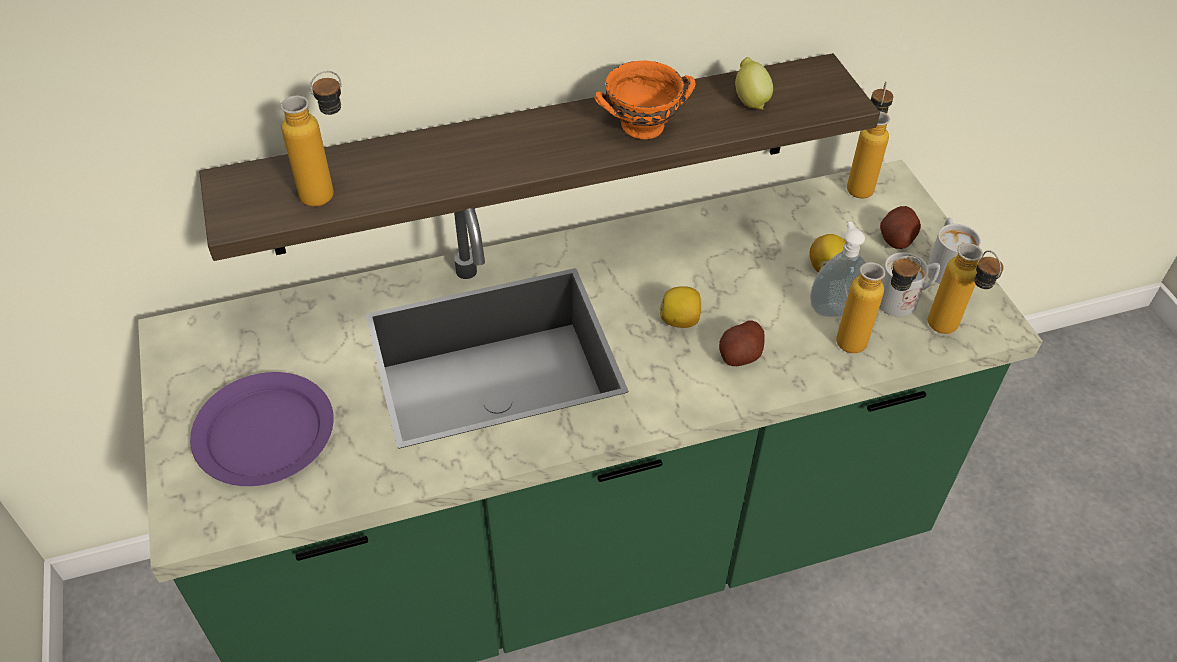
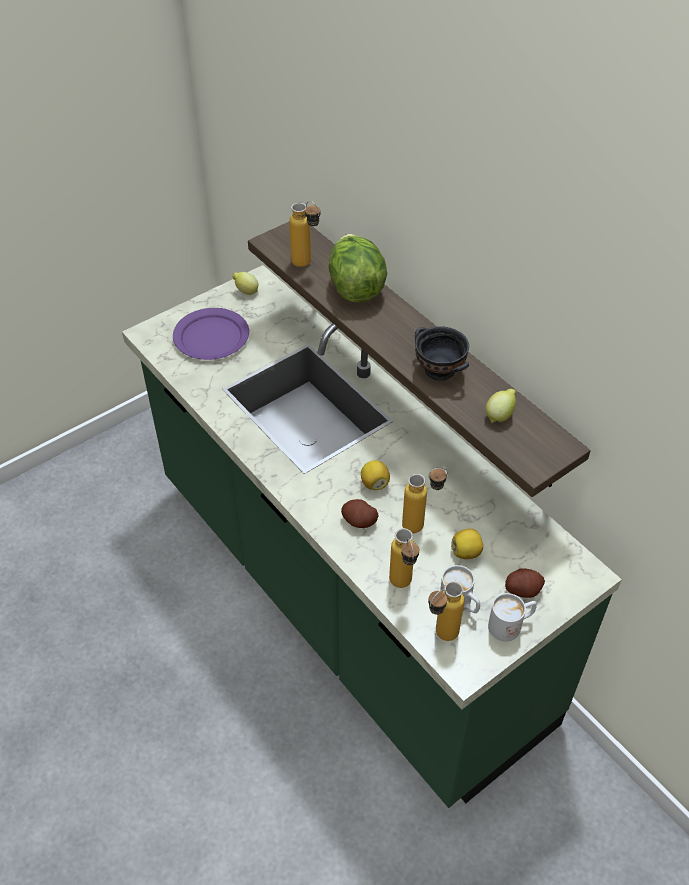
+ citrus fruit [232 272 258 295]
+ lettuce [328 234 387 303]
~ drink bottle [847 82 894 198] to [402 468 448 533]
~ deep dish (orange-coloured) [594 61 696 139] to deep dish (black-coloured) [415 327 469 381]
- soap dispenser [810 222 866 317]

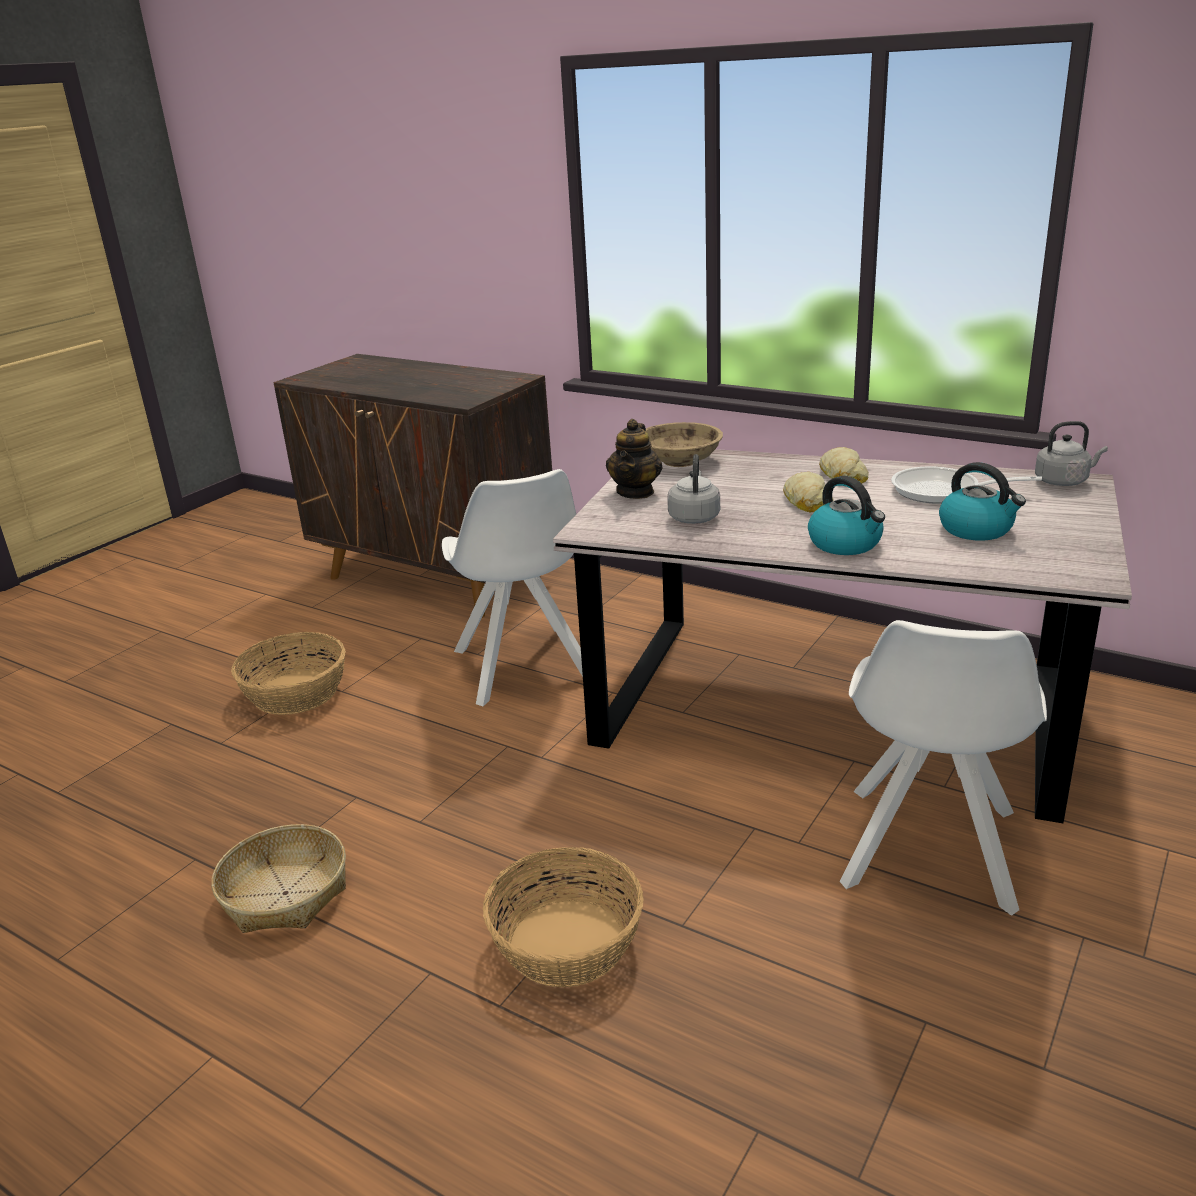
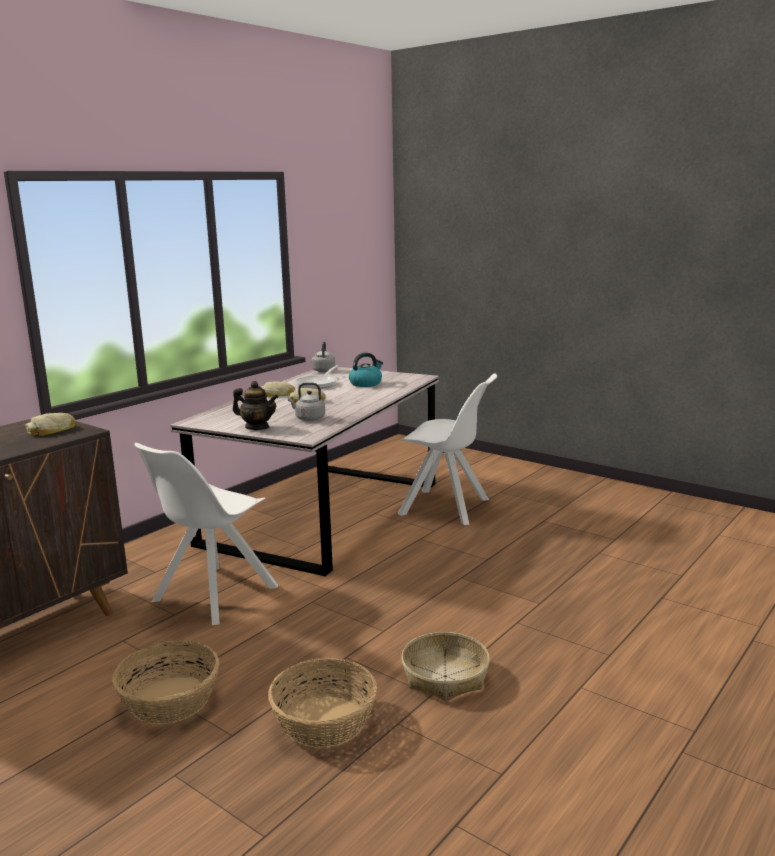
+ baked bread [26 413 76 436]
~ chair (white-coloured) [442 469 583 706] = [134 443 278 625] 135 degrees clockwise
~ storage basket [483 847 644 988] to [268 657 377 748]
- deep dish (sand-coloured) [646 422 723 467]
- water kettle [808 476 885 555]

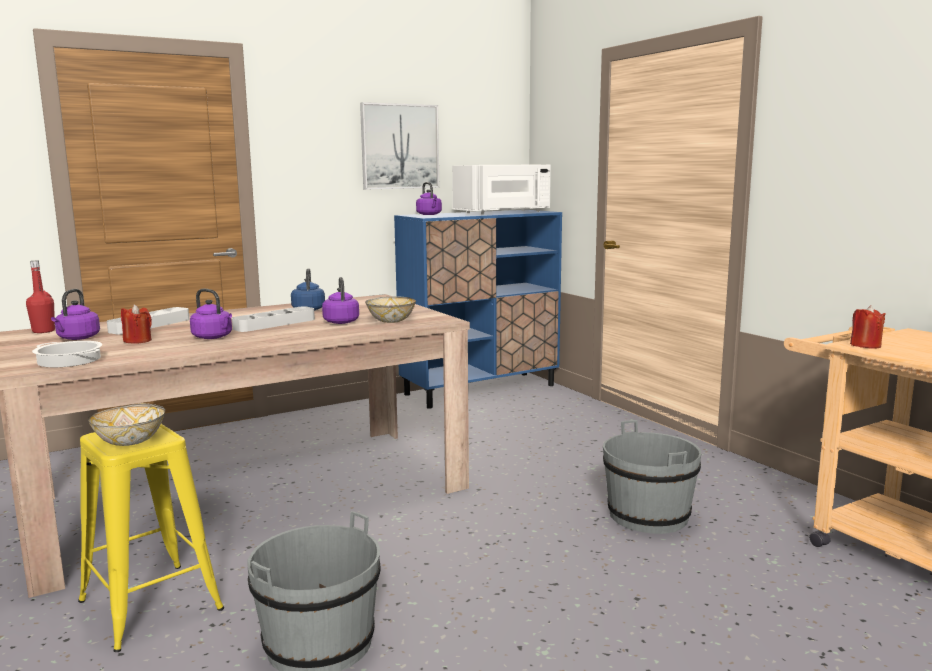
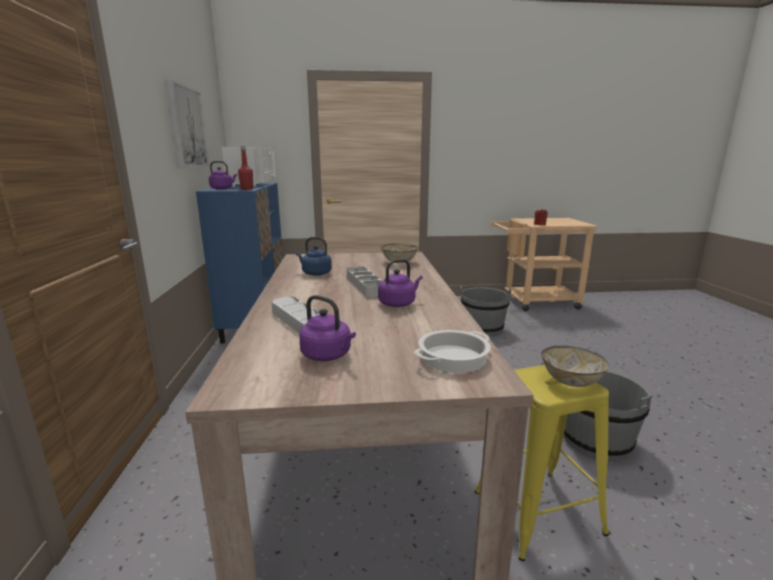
~ drink bottle (reddish) [26 261 55 333] to [238 146 253 190]
- wax light (reddish) [121 304 152 344]
- water kettle (purple-coloured) [322 277 359 324]

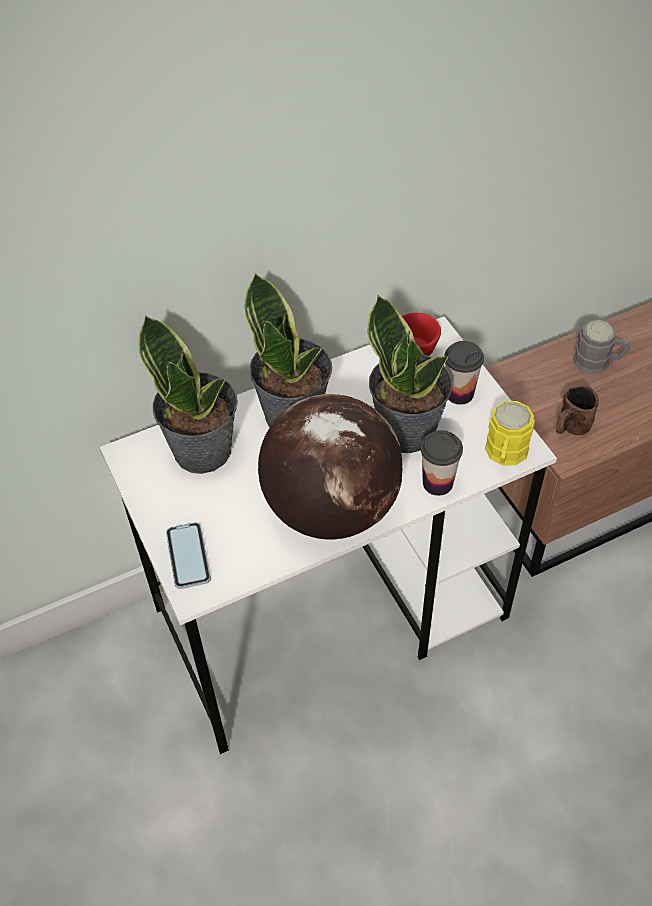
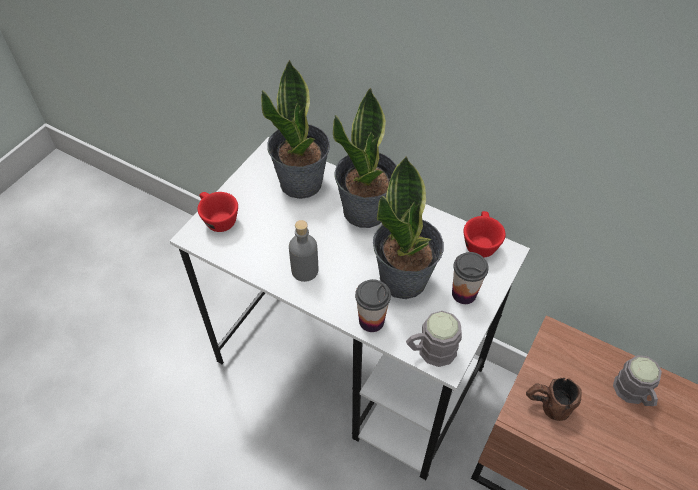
~ handset [166 522 211 589] to small cup (reddish) [198 192 238 232]
~ world globe [258 394 402 540] to drink bottle (grey) [289 220 318 282]
~ mug (yellowish) [485 401 535 465] to mug (grey) [406 311 462 367]

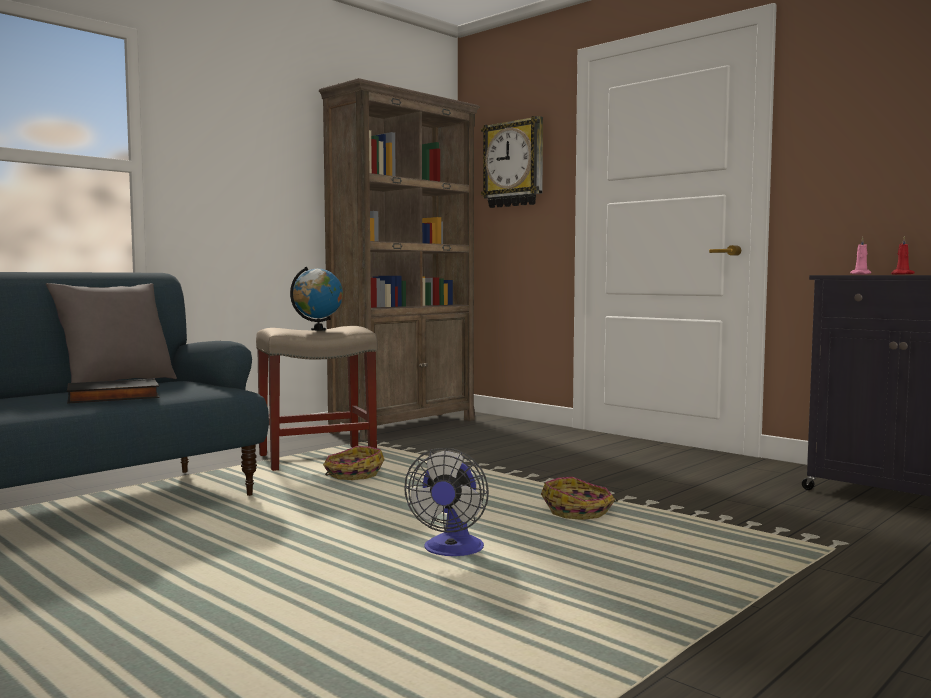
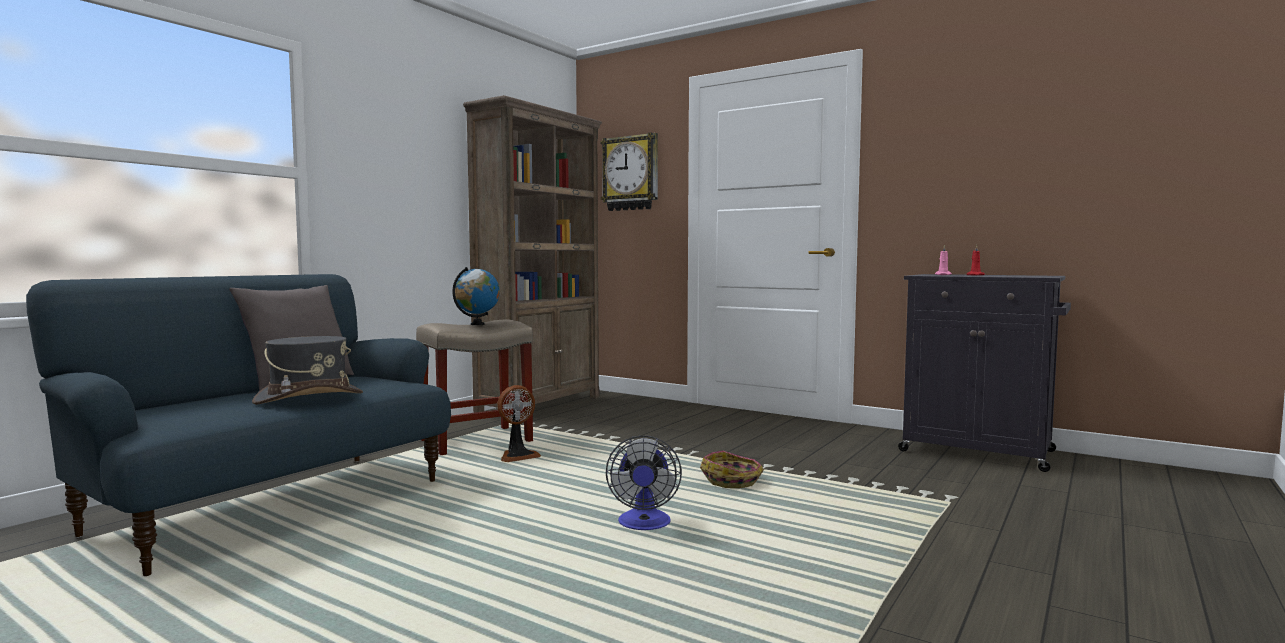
~ volume (black-coloured) [67 379 160 404] to hat (grey) [252 336 363 405]
~ storage basket [323 446 385 480] to cooling fan [497 385 541 462]

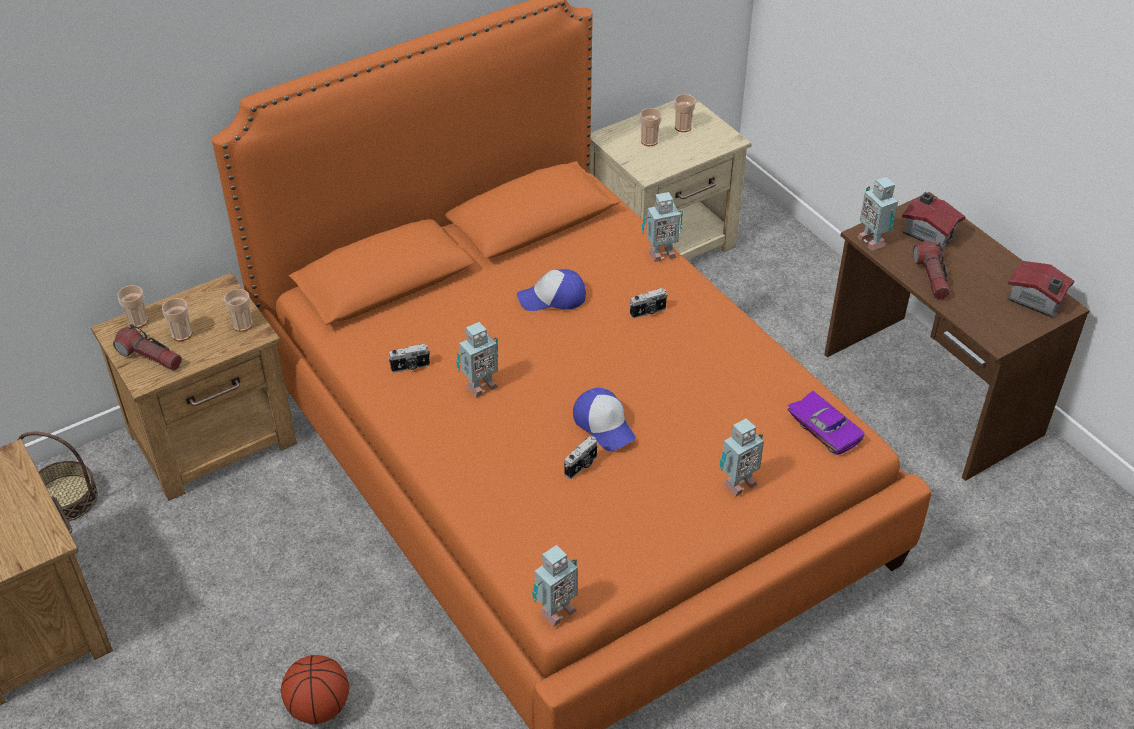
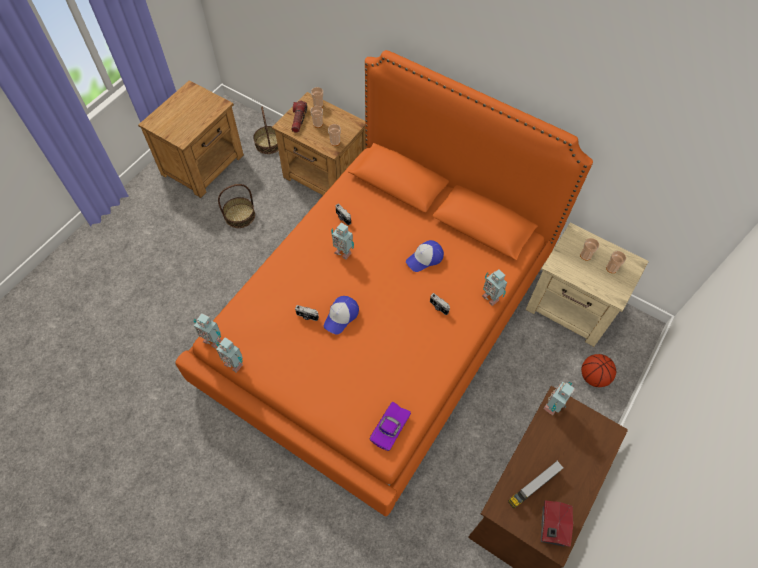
~ robot figure [720 418 764 497] to [216 337 243 373]
+ storage basket [218 184 255 228]
~ cap [517 269 586 311] = [406 240 444 272] 90 degrees counterclockwise
+ toy lorry [508 460 564 508]
~ basketball ball [281 655 349 724] to [581 354 616 387]
- toy house [902 192 966 250]
- hand torch [913 240 950 299]

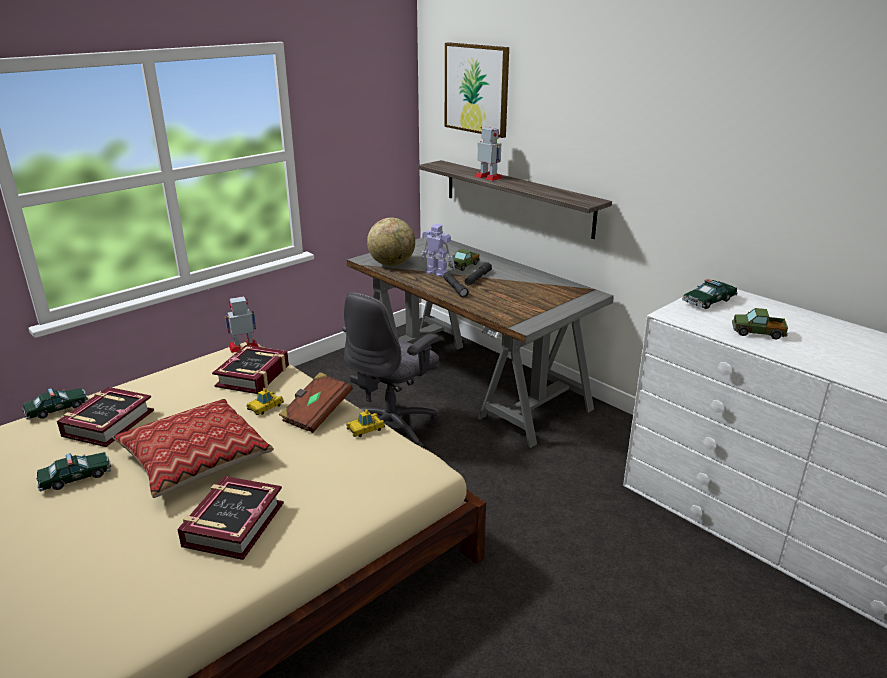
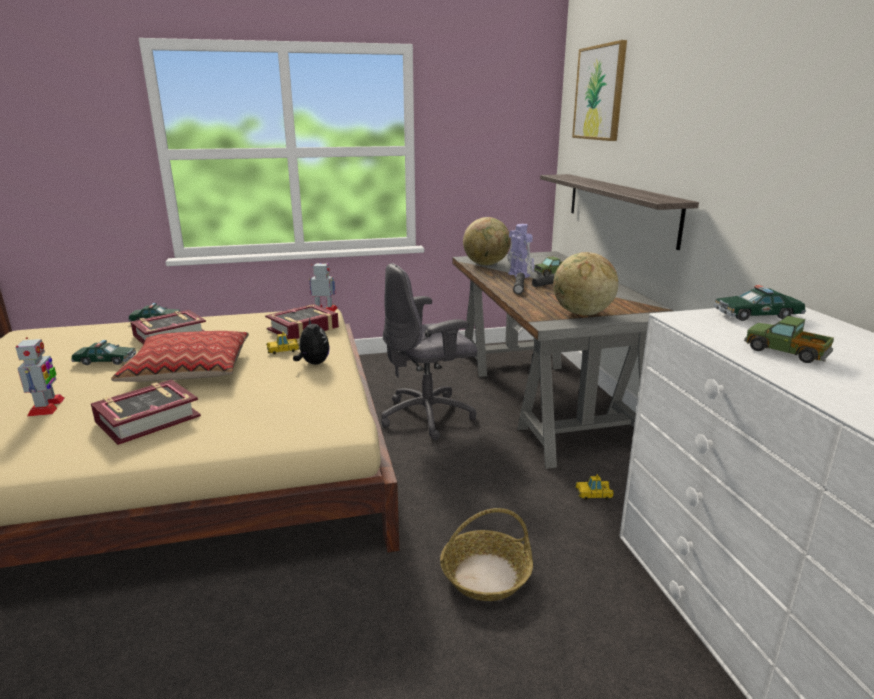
~ robot figure [475 127 503 181] to [16 337 65 416]
~ volume (brownish) [279 372 353 433] to soft toy [293 318 330 365]
+ storage basket [440 508 533 601]
+ world globe [553 252 618 316]
~ miniature car [346 409 385 437] to [575 474 614 500]

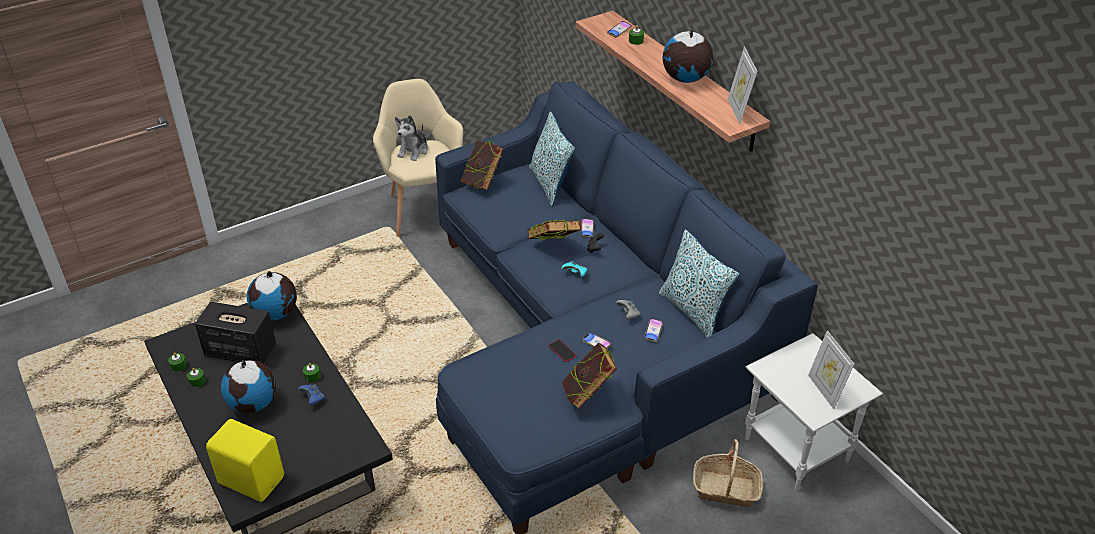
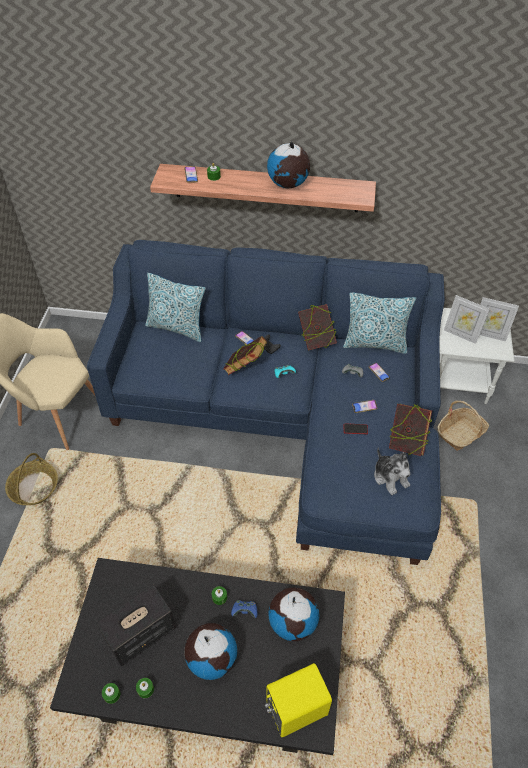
+ storage basket [5 453 58 505]
~ world globe [247 271 297 321] to [268 587 320 641]
~ volume [461 140 504 190] to [298 304 337 351]
~ soft toy [395 115 428 161] to [374 447 410 495]
~ photo frame [728 47 758 124] to [444 295 489 344]

